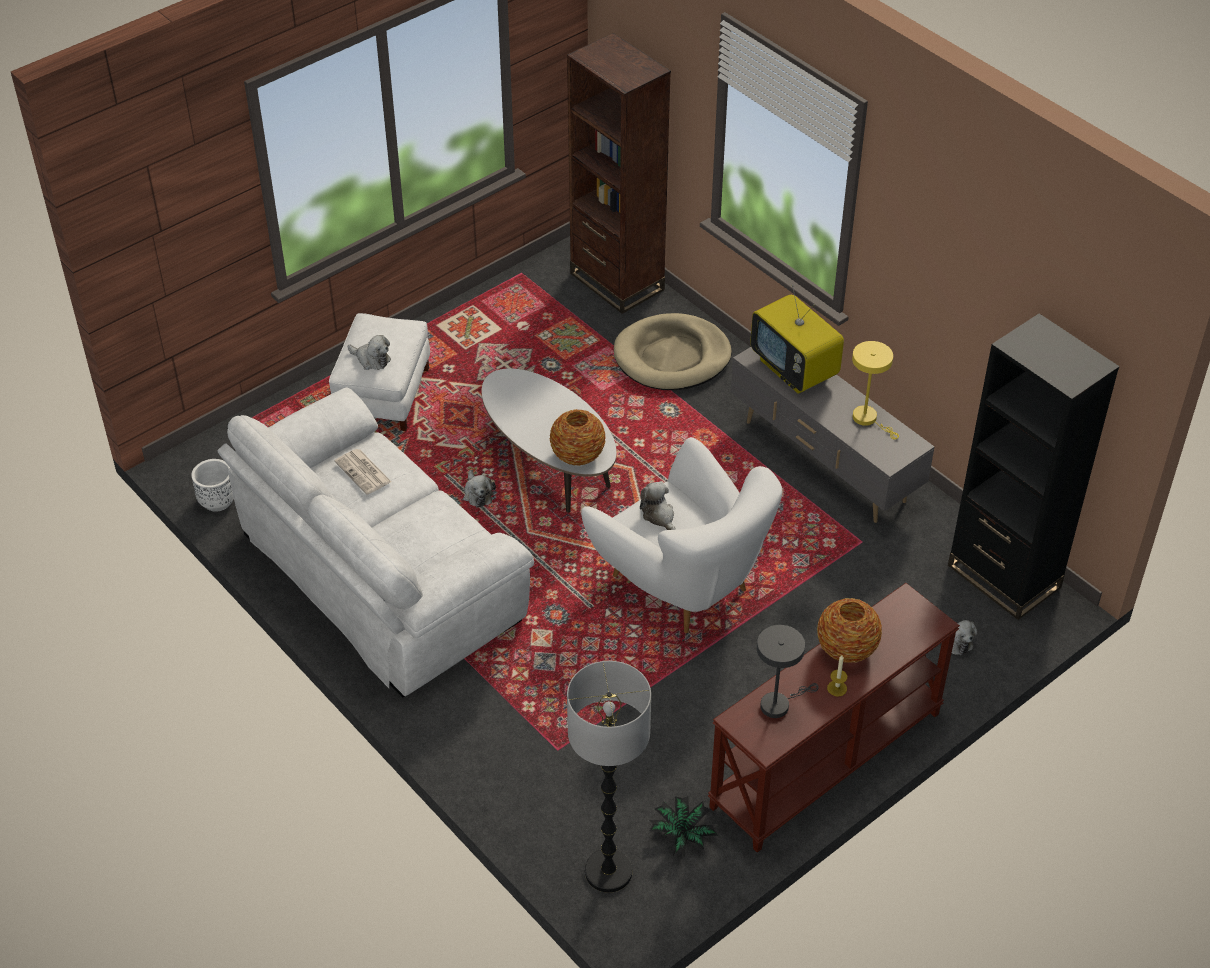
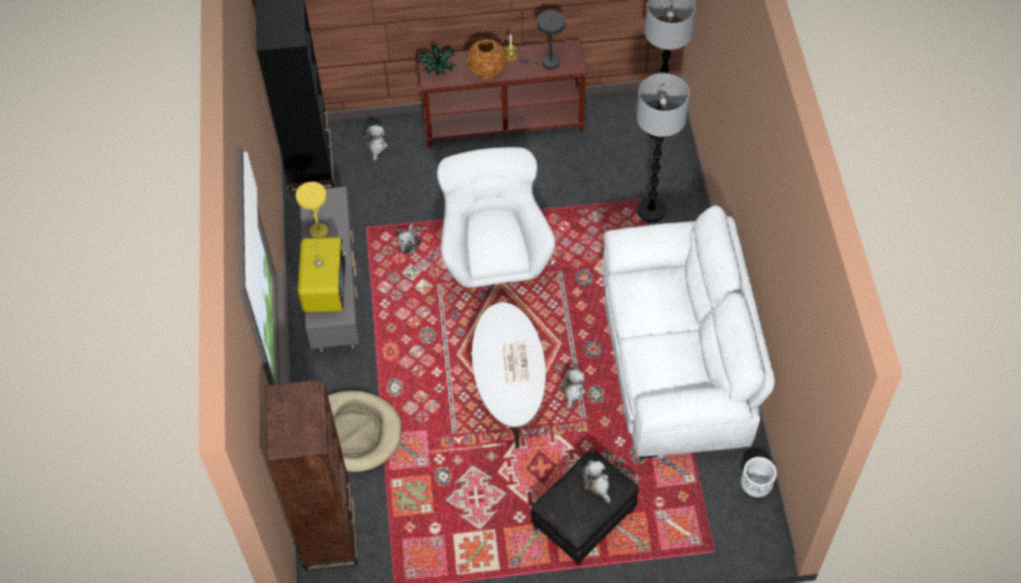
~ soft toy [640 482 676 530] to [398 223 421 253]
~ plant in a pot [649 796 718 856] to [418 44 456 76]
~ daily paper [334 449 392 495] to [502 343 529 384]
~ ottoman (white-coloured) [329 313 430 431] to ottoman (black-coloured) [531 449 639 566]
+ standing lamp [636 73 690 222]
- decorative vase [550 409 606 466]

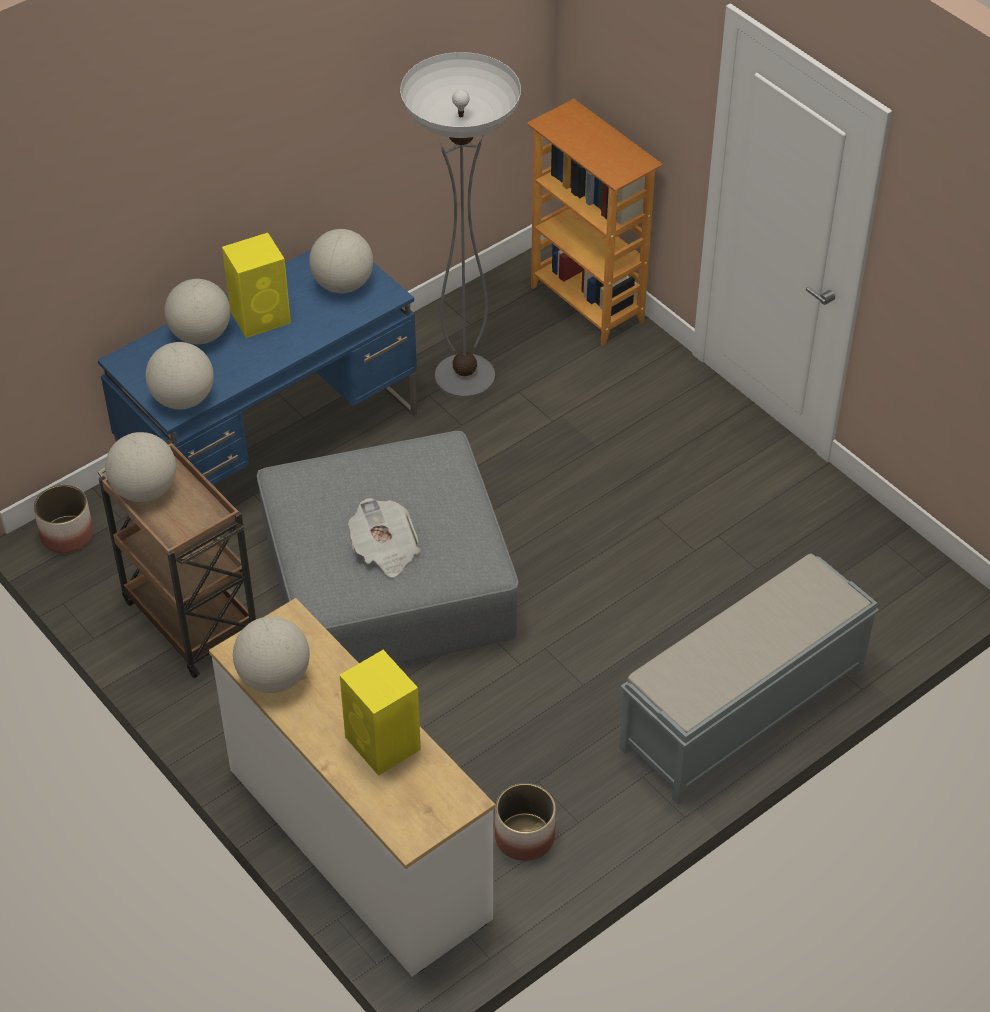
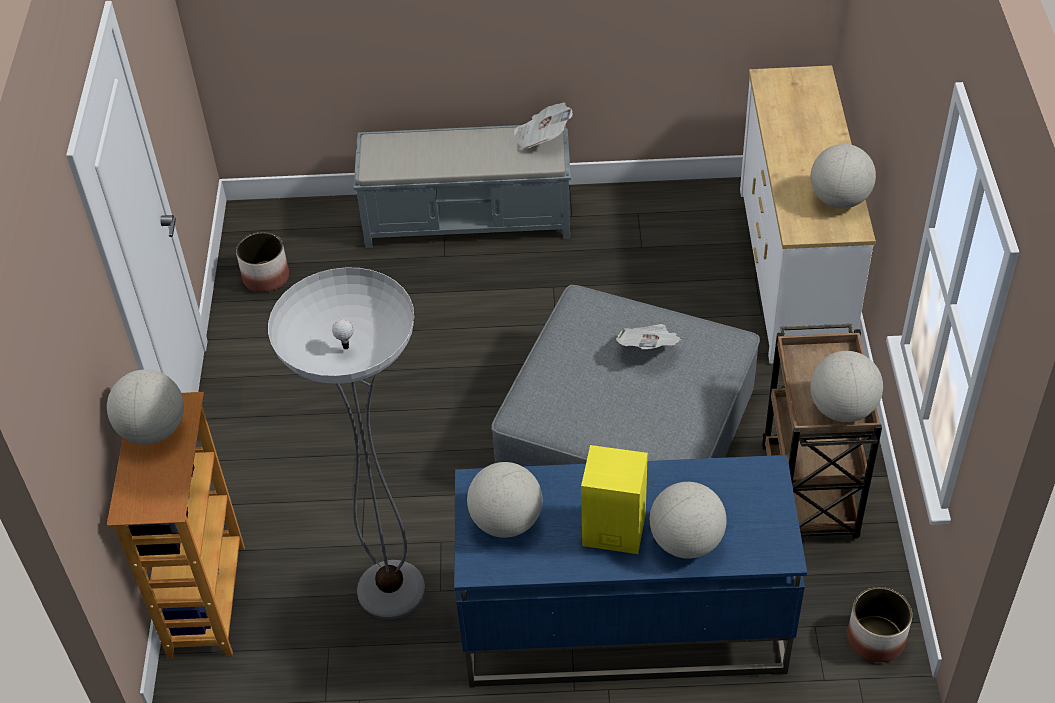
~ world globe [146 342 214 409] to [107 369 184 444]
~ planter [495 783 555 861] to [236 232 289 292]
+ daily paper [514 102 573 149]
- speaker (yellowish) [340 650 421 776]

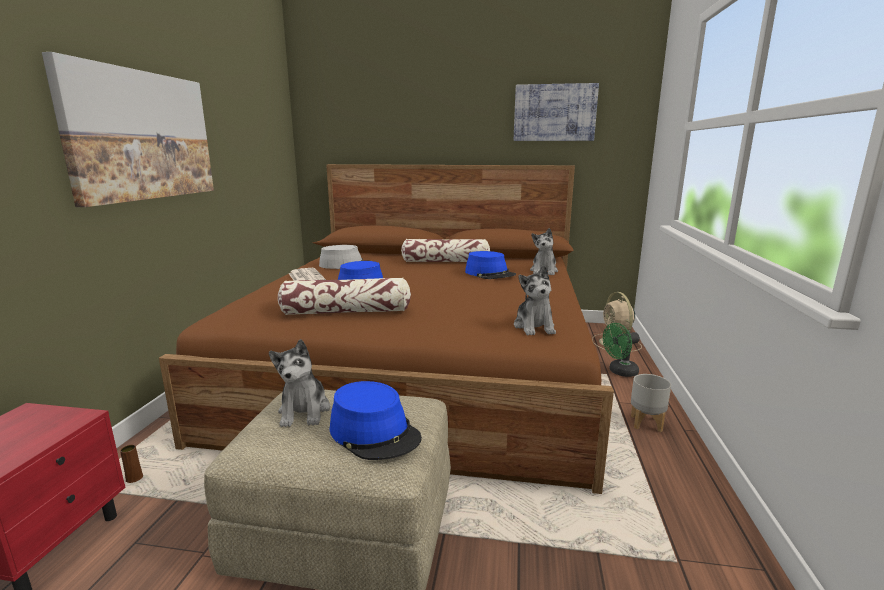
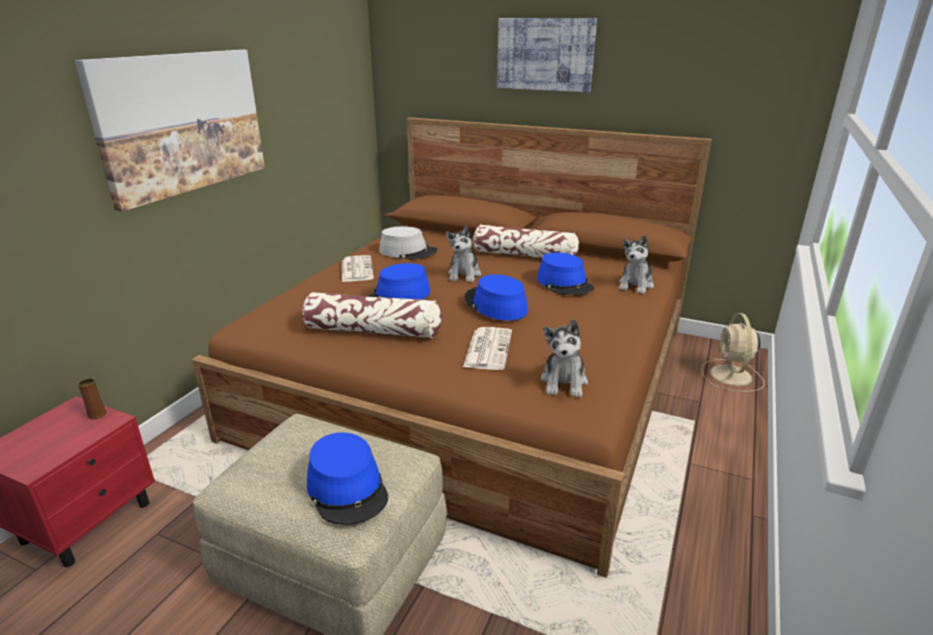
~ decorative vase (brownish) [120 444 143 483] to [78 378 107 419]
~ soft toy [269 339 330 427] to [446 225 481 282]
+ daily paper [463 327 512 370]
+ hat (blue) [465 274 528 321]
~ wall picture [514 83 599 141] to [497 18 597 92]
- cooling fan (green) [603 323 640 377]
- planter (grey) [631 374 671 432]

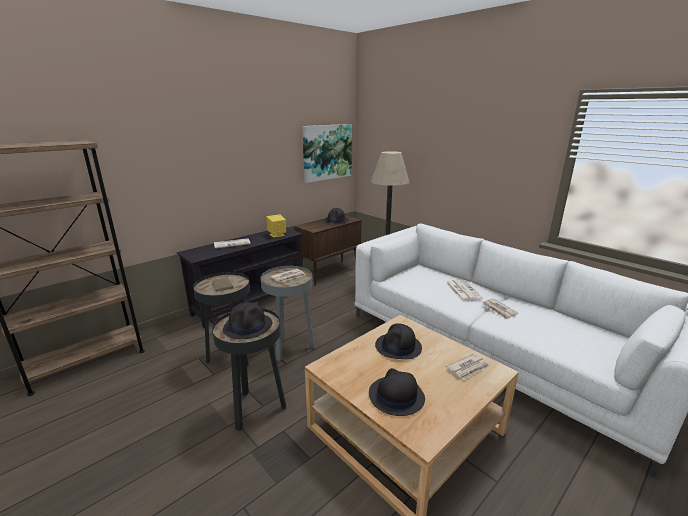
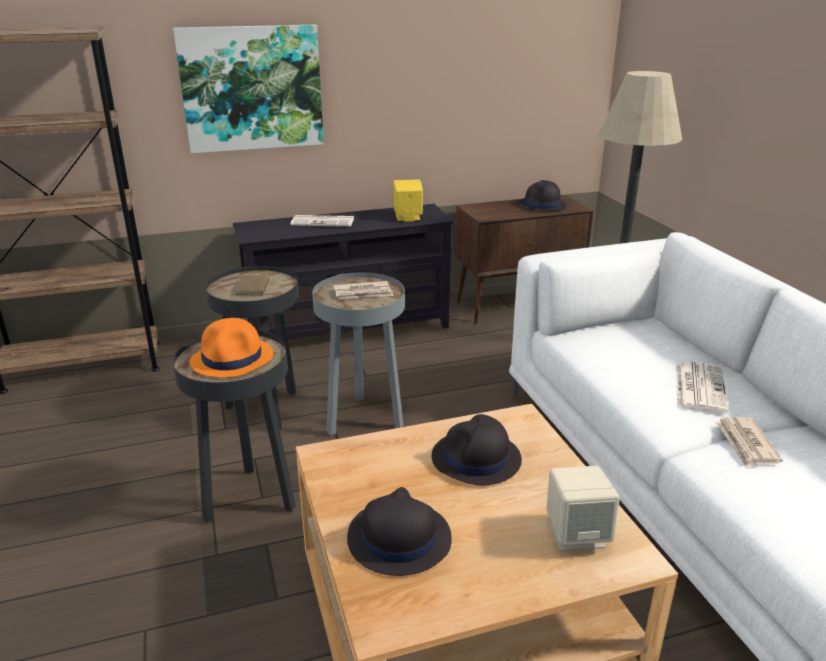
~ wall picture [302 124 352 183] to [173 25 324 153]
~ hat (black-coloured) [223 302 272 339] to hat (orange-coloured) [190 318 273 378]
~ daily paper [446 353 490 380] to speaker (sand-coloured) [547 466 620 551]

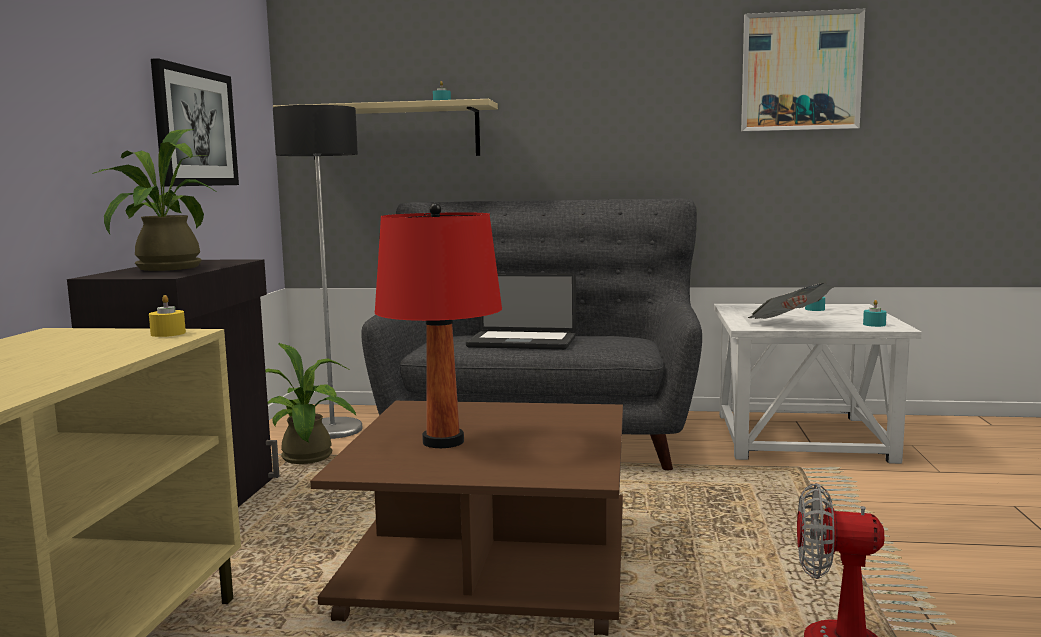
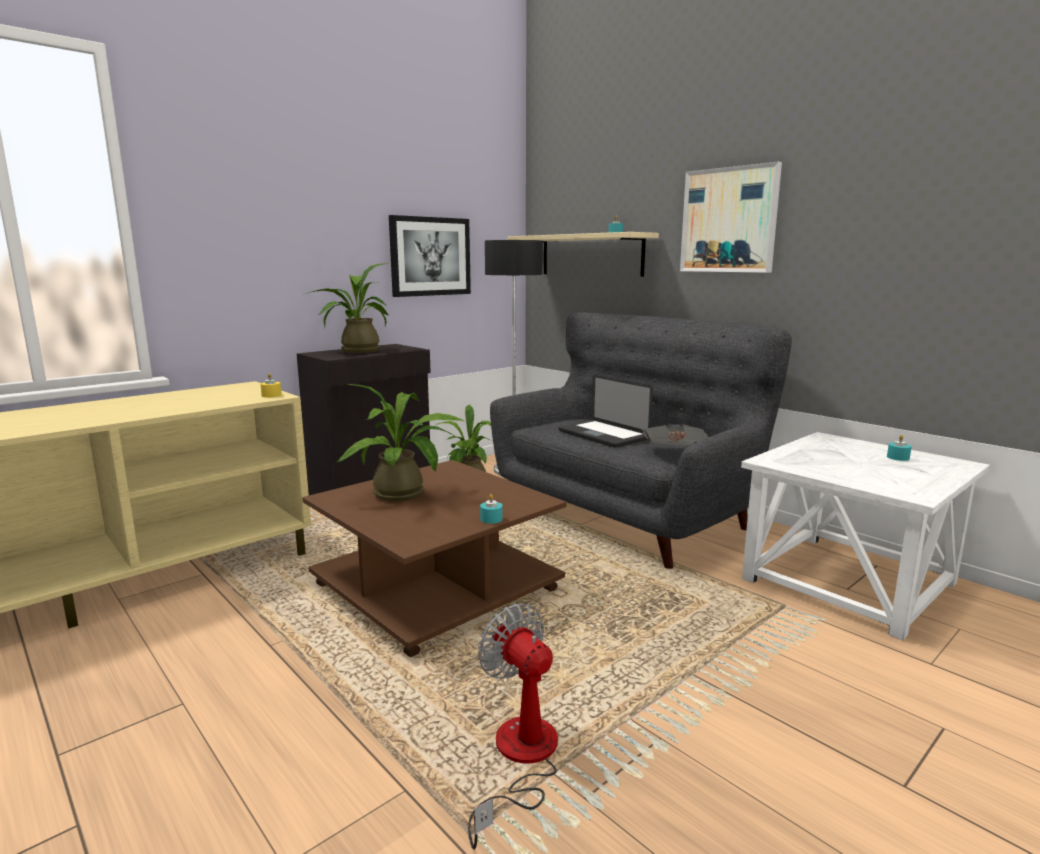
~ table lamp (reddish) [375 203 502 448] to plant in a pot [337 384 464 502]
~ wax light (turquoise-coloured) [863 300 887 327] to [480 494 503 524]
~ daily paper [748 283 833 319] to [642 424 709 445]
~ wall picture [741 9 865 132] to [680 162 782 273]

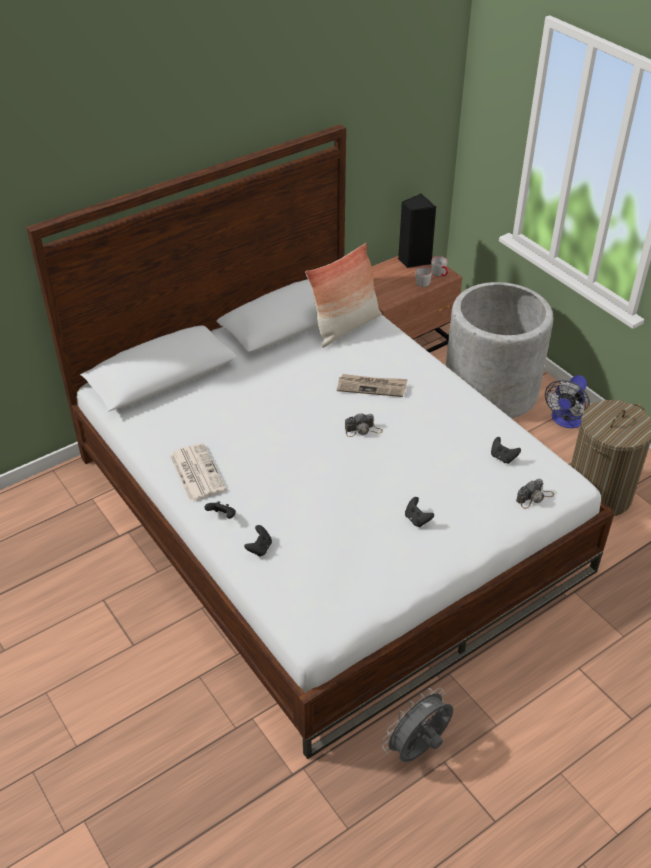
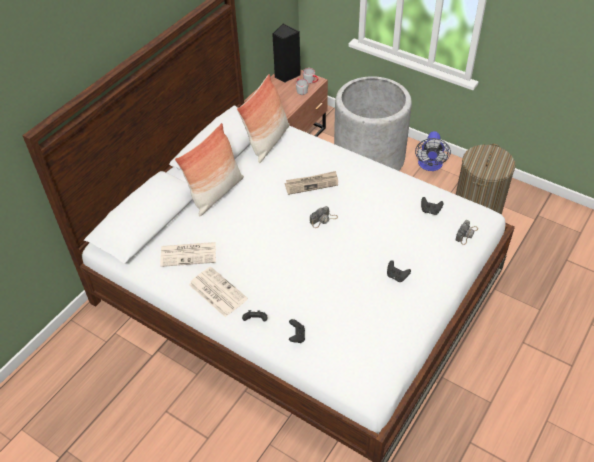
+ daily paper [160 242 216 267]
+ cushion [175 123 244 217]
- cooling fan (grey) [382 688 453 762]

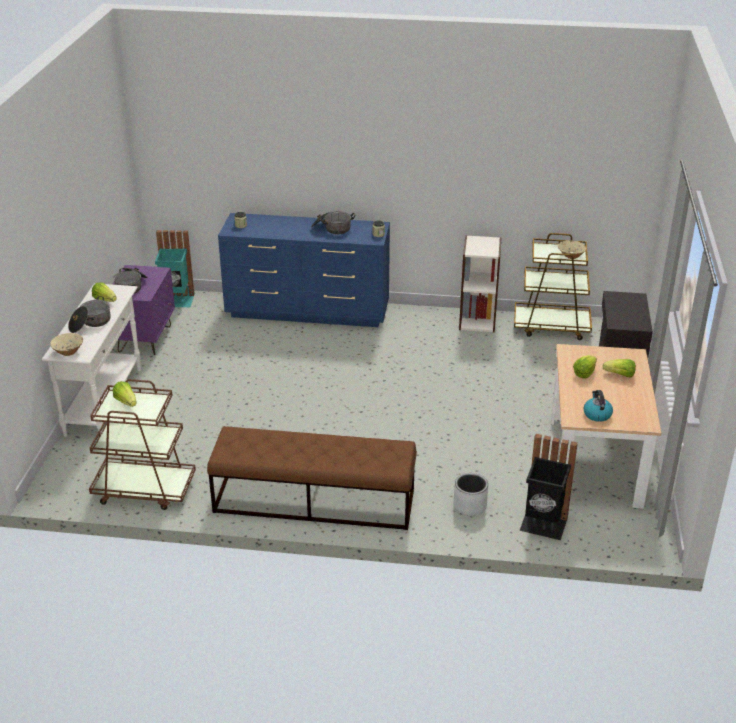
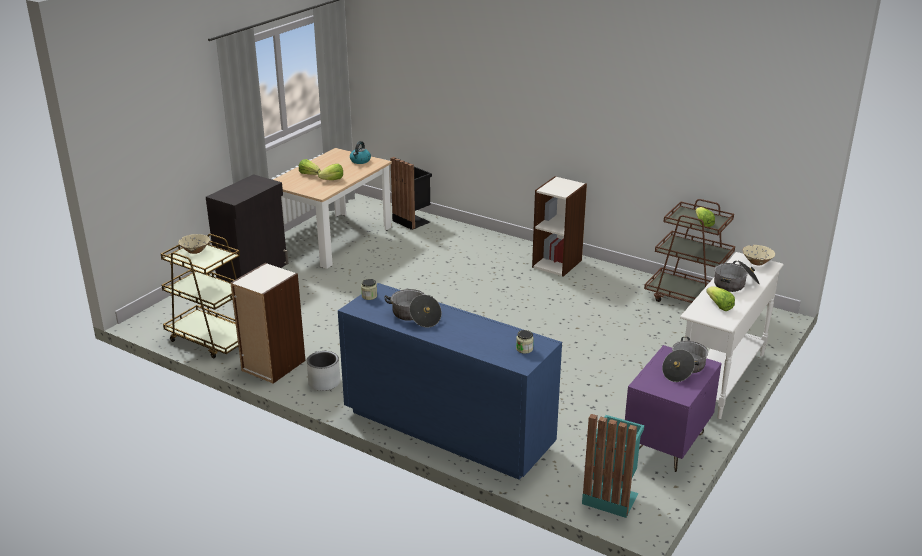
~ planter (grey) [454 473 488 516] to [307 351 340 391]
~ indoor bench (brownish) [207 426 417 530] to shelving unit [532 176 587 277]

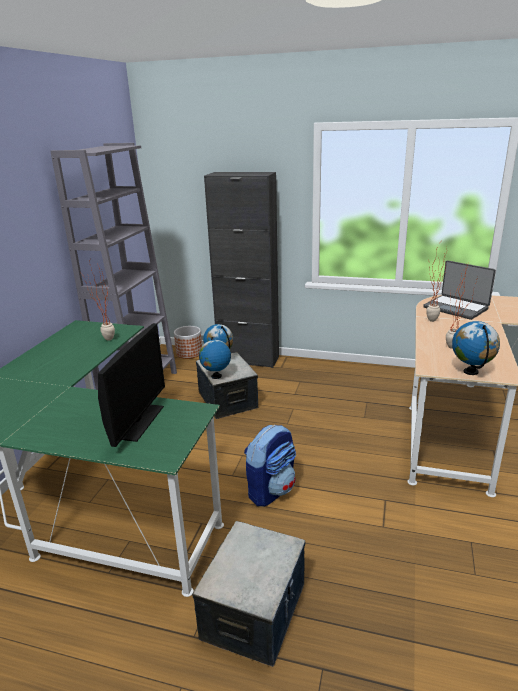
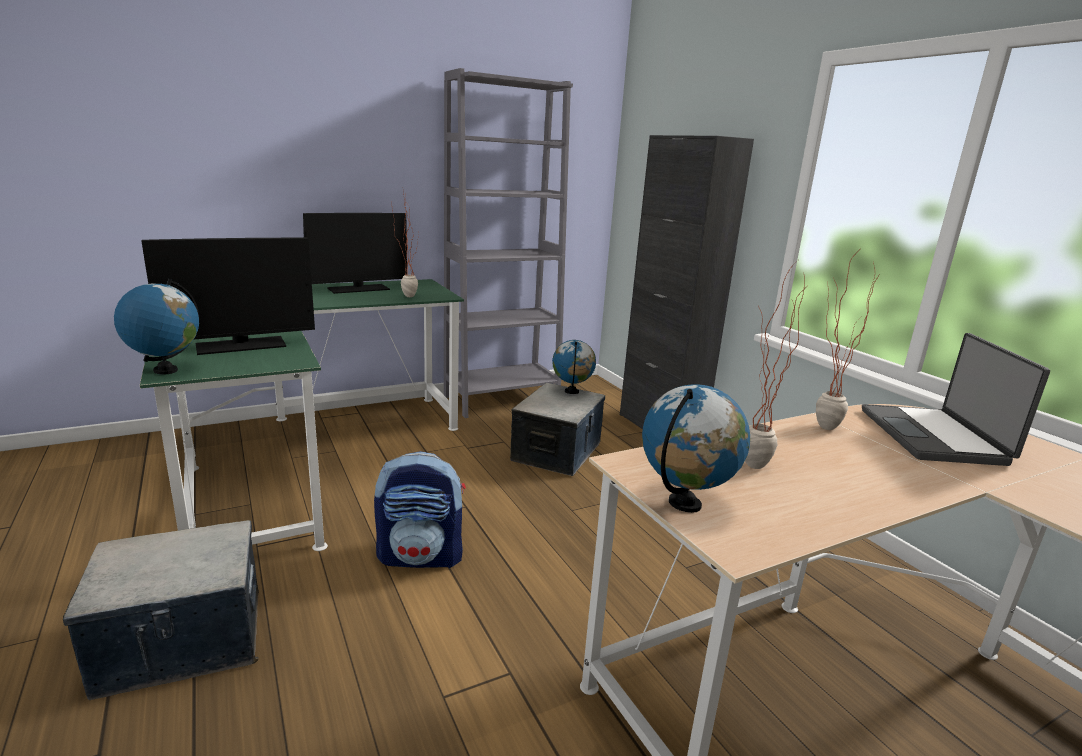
~ world globe [199 337 231 379] to [114 279 199 375]
+ computer screen [303 213 407 294]
- planter [174 326 202 359]

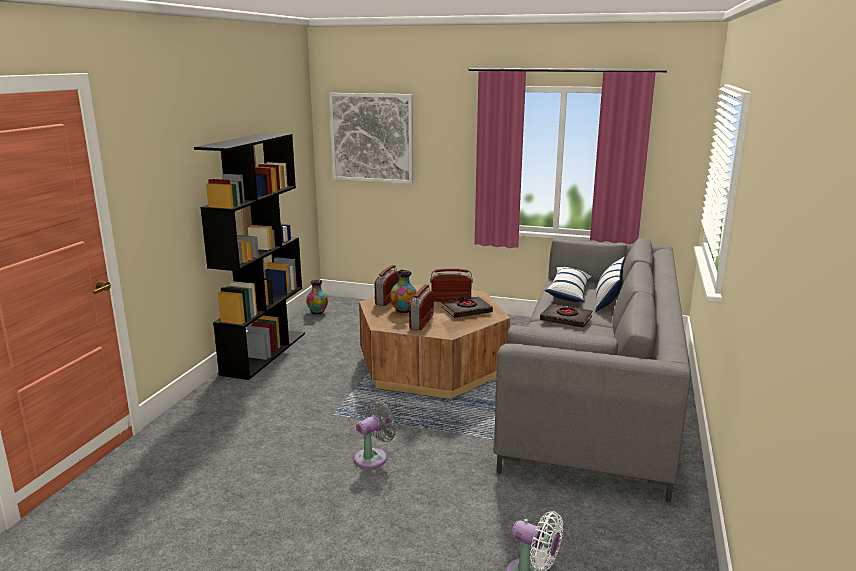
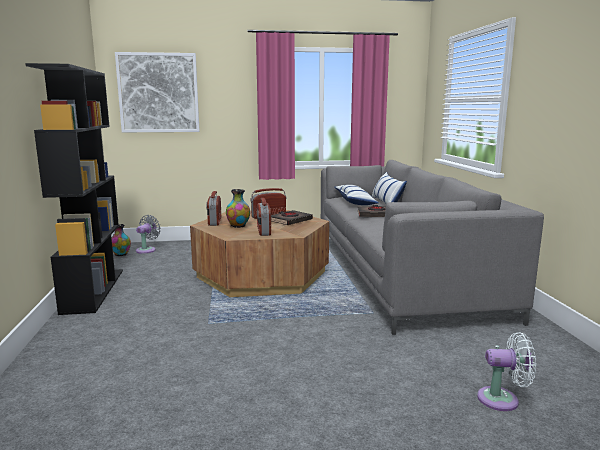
~ cooling fan (grey) [354 399 397 469] to [136 215 161 254]

